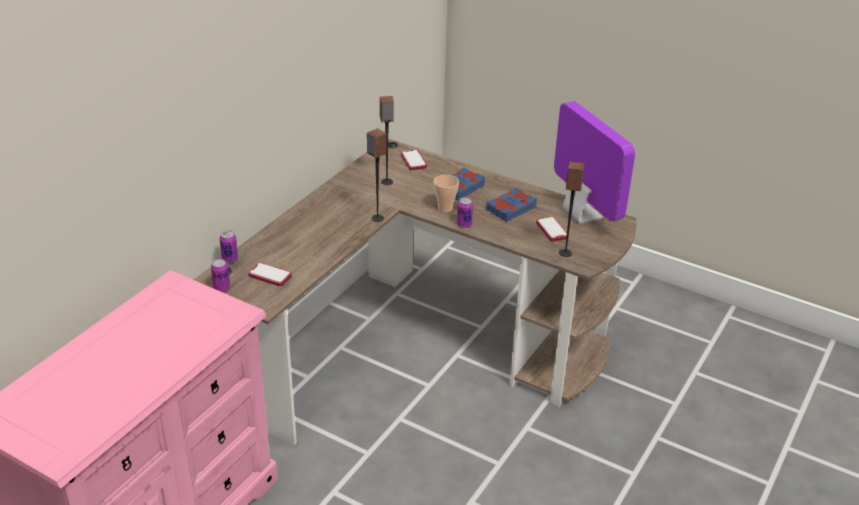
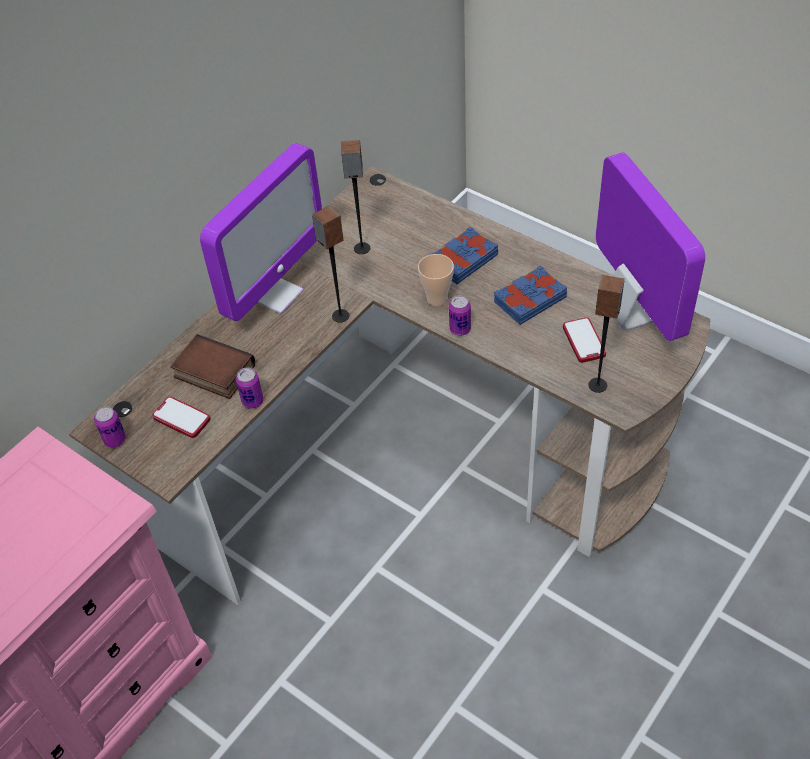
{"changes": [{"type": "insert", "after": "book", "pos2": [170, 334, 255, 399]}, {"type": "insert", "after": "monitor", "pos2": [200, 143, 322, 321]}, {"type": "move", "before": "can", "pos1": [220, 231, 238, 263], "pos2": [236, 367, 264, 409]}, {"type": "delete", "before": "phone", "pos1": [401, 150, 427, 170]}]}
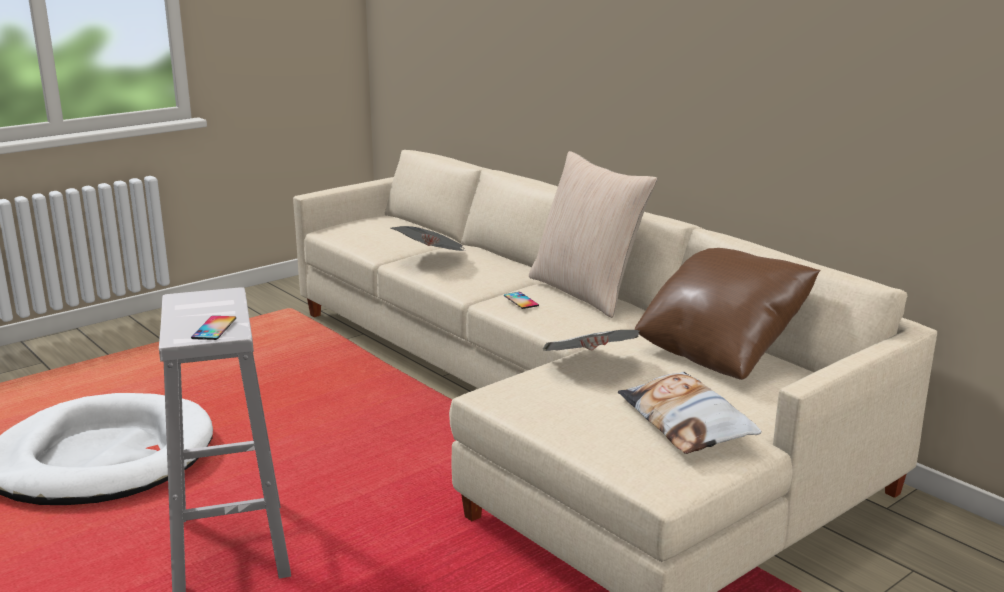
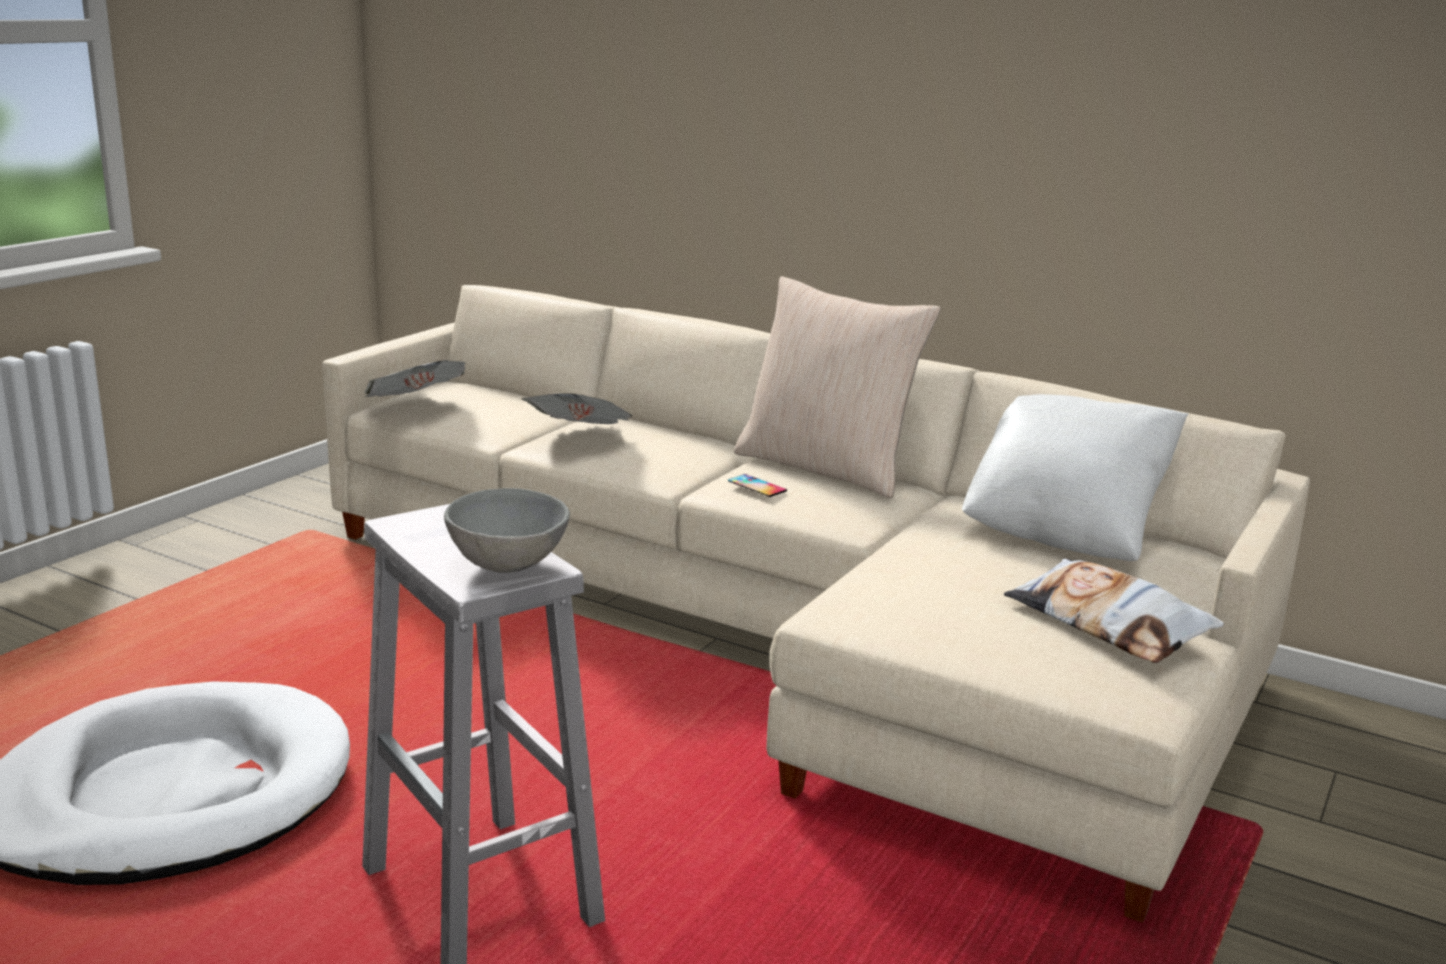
{"changes": [{"type": "move", "before": "newspaper", "pos1": [542, 330, 639, 351], "pos2": [364, 360, 466, 397]}, {"type": "replace", "before": "phone", "after": "bowl in grey", "pos1": [191, 316, 236, 340], "pos2": [444, 488, 570, 573]}, {"type": "recolor", "before": "pillow in brown", "after": "pillow in white", "pos1": [635, 248, 821, 380], "pos2": [962, 394, 1188, 561]}]}
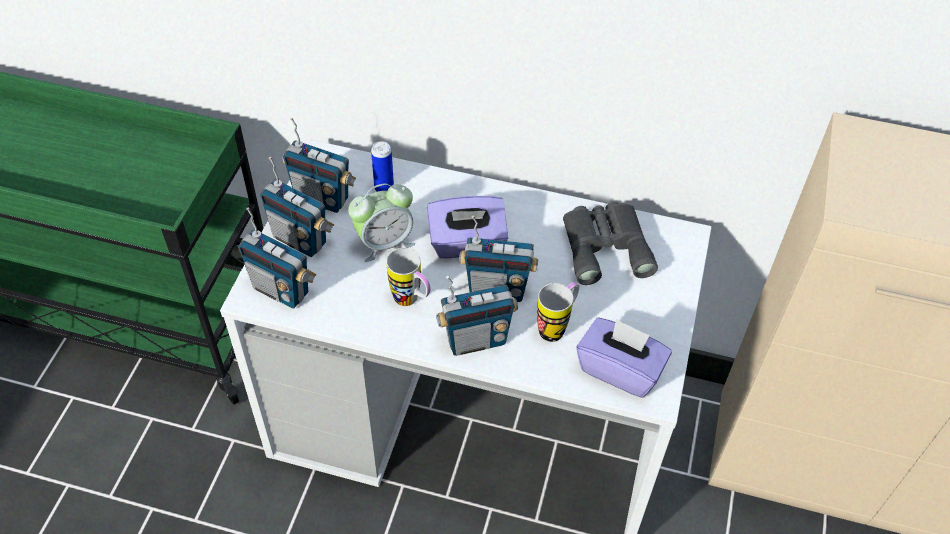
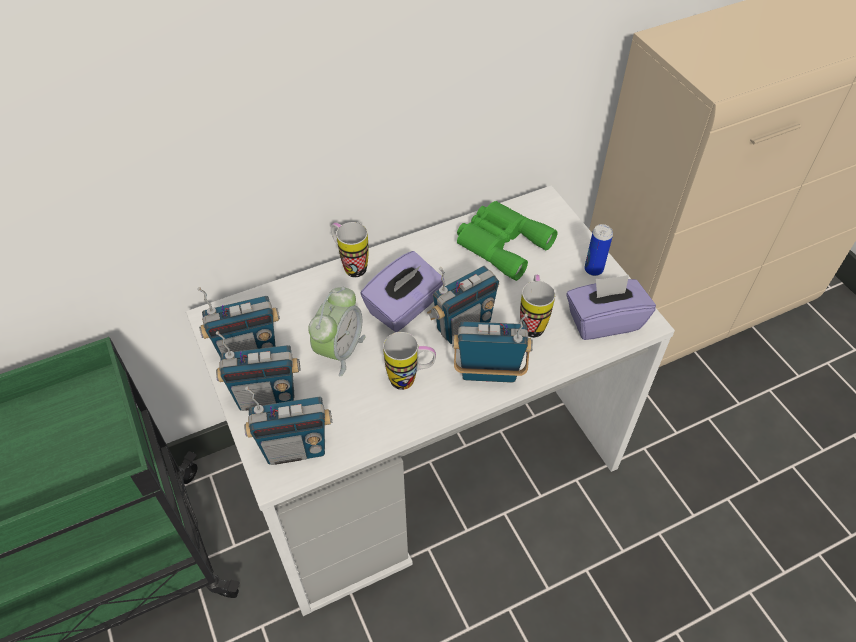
{"changes": [{"type": "insert", "after": "mug", "pos2": [331, 222, 369, 277]}, {"type": "rotate", "before": "radio", "pos1": [436, 276, 518, 356], "pos2": [452, 314, 533, 383], "turn": -120}, {"type": "recolor", "before": "binoculars in grey", "after": "binoculars in green", "pos1": [563, 202, 658, 285], "pos2": [457, 201, 558, 281]}, {"type": "move", "before": "can", "pos1": [371, 141, 394, 192], "pos2": [584, 224, 613, 276]}]}
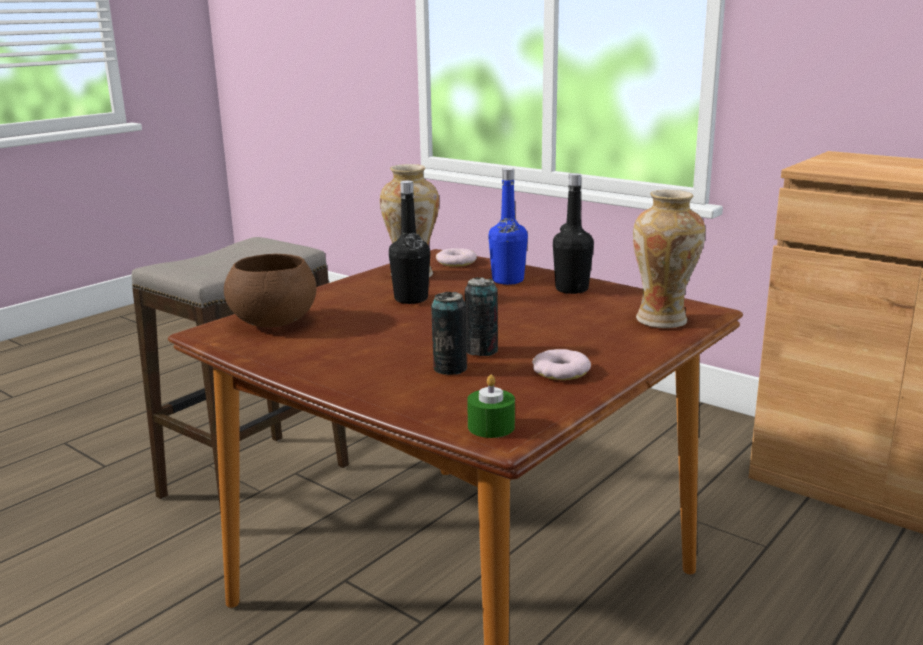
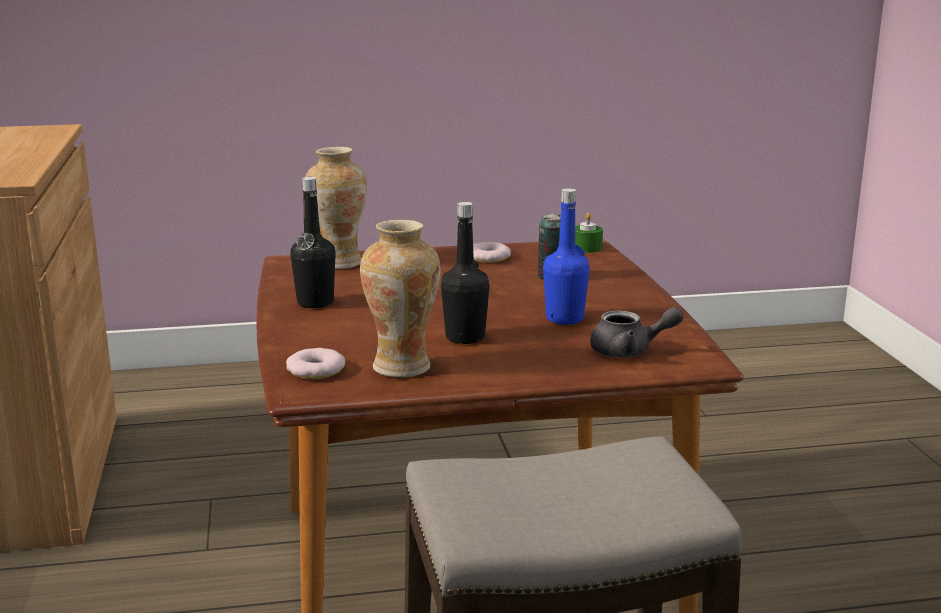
{"changes": [{"type": "move", "before": "bottle in blue", "pos1": [488, 168, 528, 285], "pos2": [543, 188, 590, 325]}, {"type": "replace", "before": "bowl in brown", "after": "teapot in grey", "pos1": [224, 254, 317, 328], "pos2": [590, 307, 683, 357]}, {"type": "delete", "before": "can", "pos1": [465, 277, 498, 356]}]}
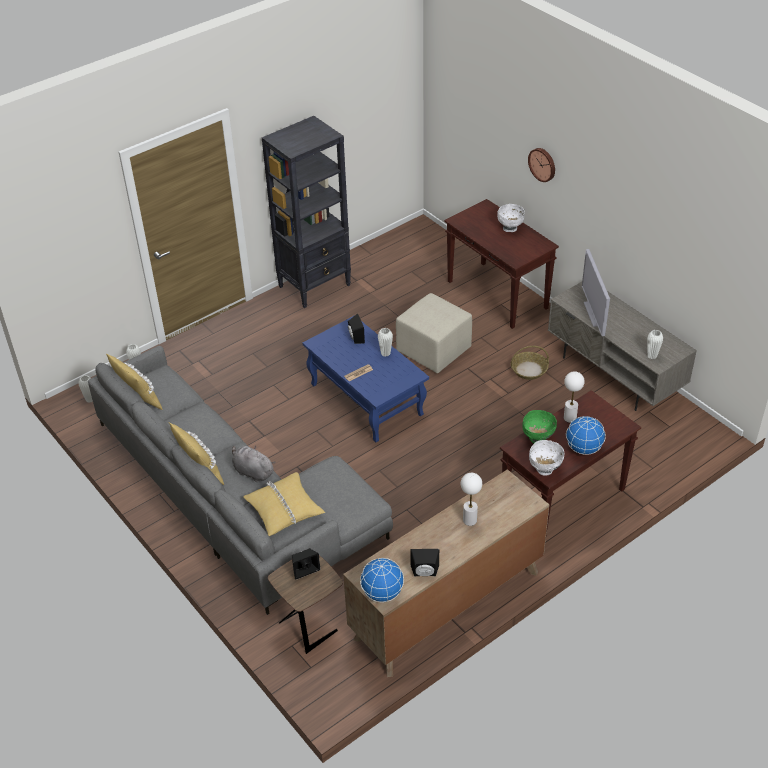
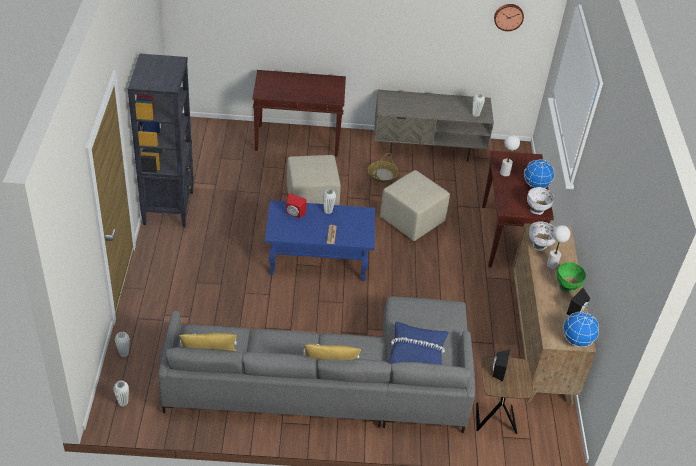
{"changes": [{"type": "recolor", "before": "speaker in black", "after": "speaker in red", "pos1": [348, 314, 365, 344], "pos2": [286, 193, 307, 218]}, {"type": "insert", "after": "ottoman in beige", "pos2": [380, 170, 450, 241]}, {"type": "recolor", "before": "pillow in yellow", "after": "pillow in blue", "pos1": [243, 472, 325, 536], "pos2": [388, 322, 449, 364]}, {"type": "move", "before": "wall clock", "pos1": [528, 148, 555, 182], "pos2": [494, 4, 524, 31]}, {"type": "move", "before": "bowl in white", "pos1": [497, 204, 525, 232], "pos2": [529, 221, 556, 251]}, {"type": "move", "before": "bowl in green", "pos1": [522, 410, 557, 444], "pos2": [556, 262, 586, 293]}, {"type": "delete", "before": "plush toy in grey", "pos1": [232, 446, 275, 482]}, {"type": "delete", "before": "television", "pos1": [582, 249, 610, 336]}]}
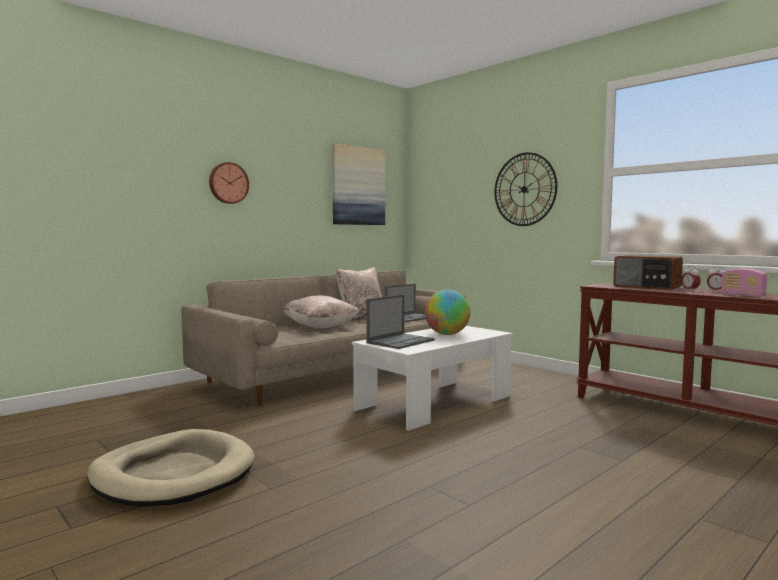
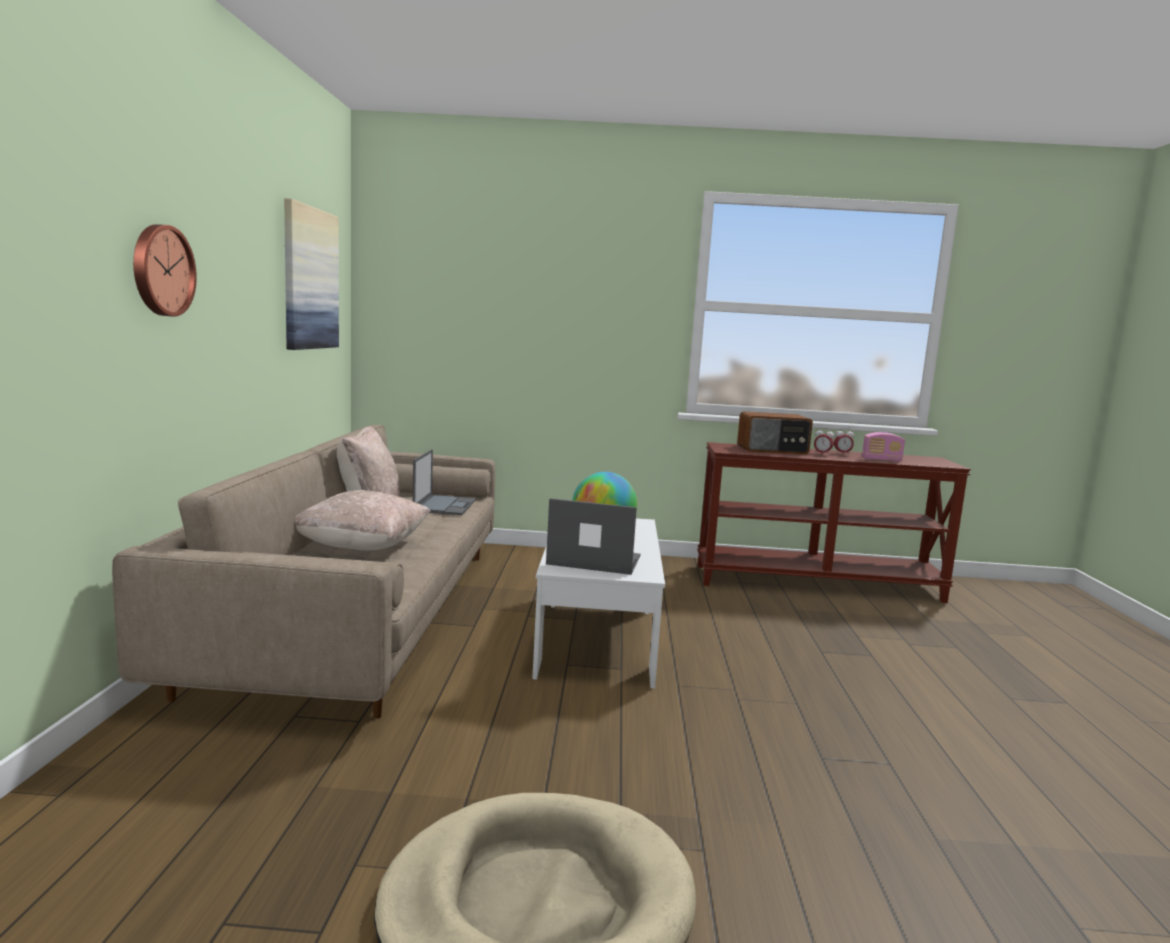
{"changes": [{"type": "rotate", "before": "laptop", "pos1": [366, 295, 435, 349], "pos2": [546, 498, 641, 575], "turn": -75}, {"type": "delete", "before": "wall clock", "pos1": [494, 152, 557, 226]}]}
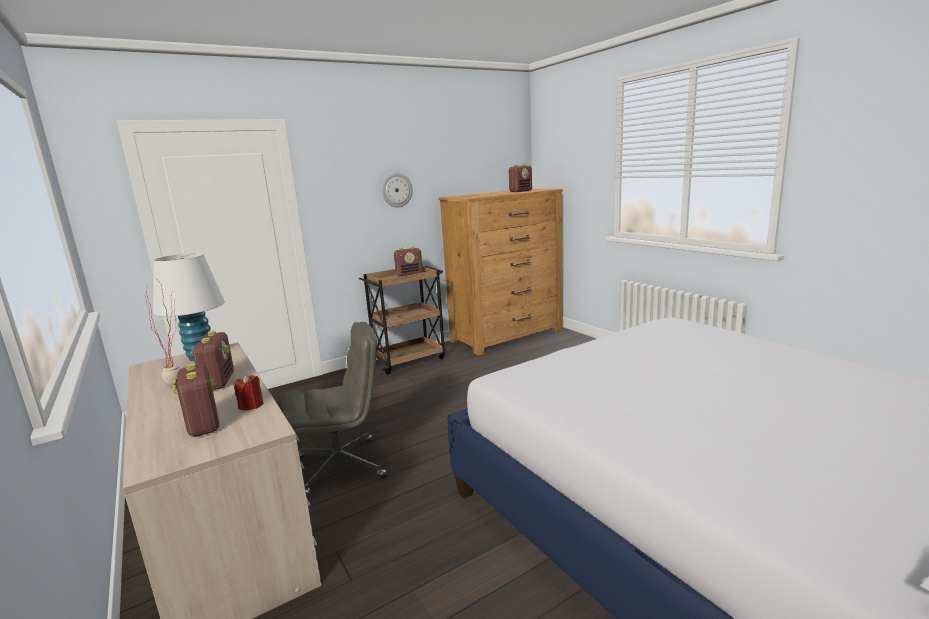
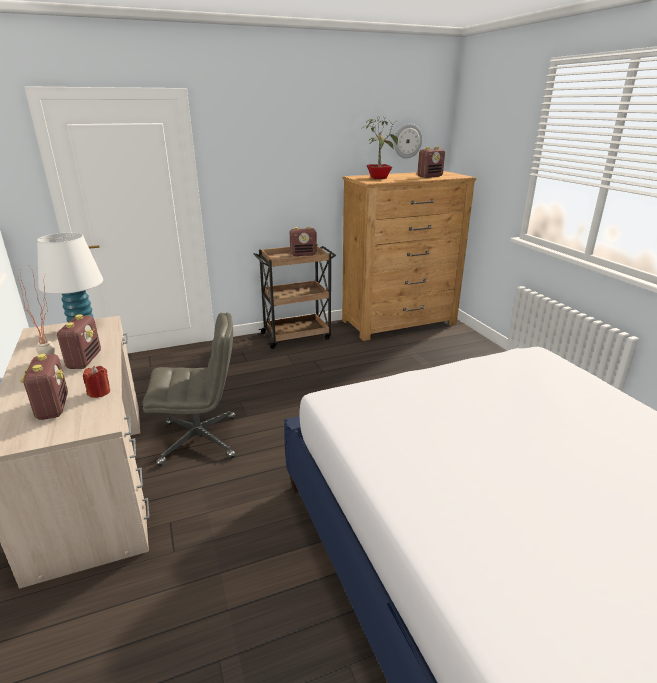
{"changes": [{"type": "insert", "after": "potted plant", "pos2": [362, 117, 398, 179]}, {"type": "move", "before": "wall clock", "pos1": [382, 173, 413, 208], "pos2": [394, 124, 422, 159]}]}
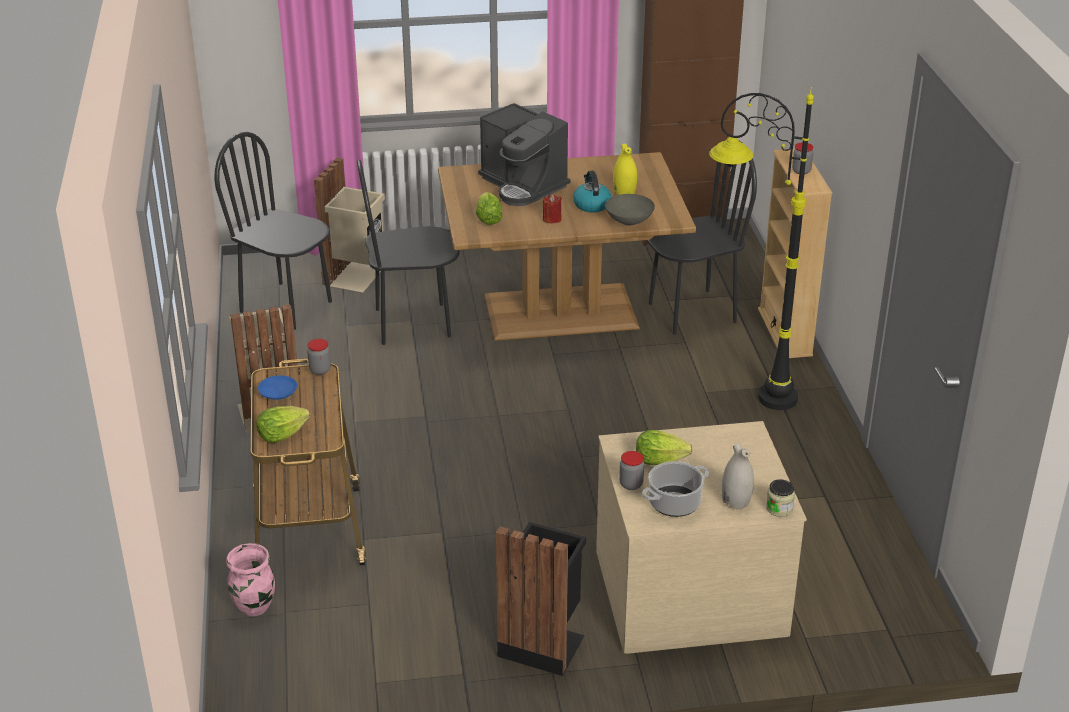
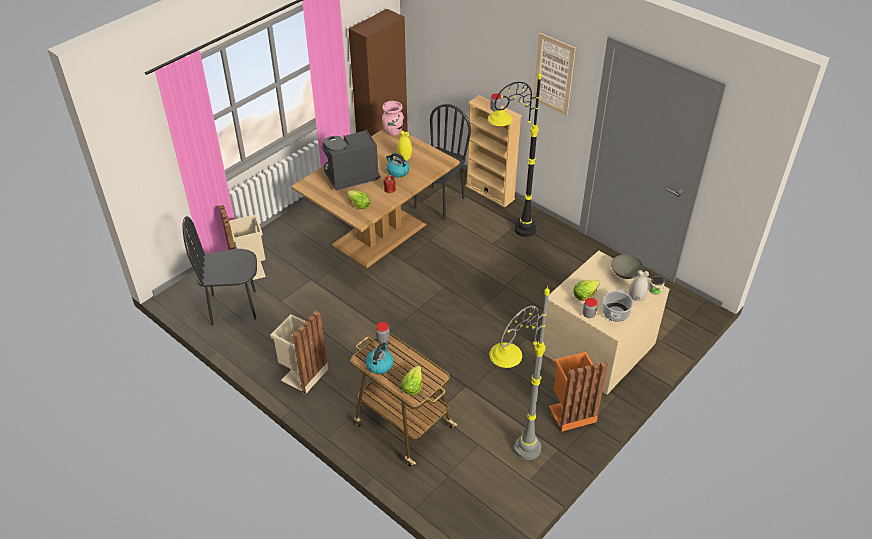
{"changes": [{"type": "rotate", "before": "coffee machine", "pos1": [478, 103, 570, 206], "pos2": [322, 130, 381, 191], "turn": 150}, {"type": "replace", "before": "plate in blue", "after": "kettle", "pos1": [258, 375, 297, 400], "pos2": [365, 342, 394, 374]}, {"type": "move", "before": "vase in pink", "pos1": [226, 543, 275, 616], "pos2": [382, 101, 404, 136]}, {"type": "insert", "after": "floor lamp in grey", "pos2": [489, 285, 550, 460]}, {"type": "insert", "after": "picture", "pos2": [533, 33, 576, 116]}, {"type": "recolor", "before": "trash can in black", "after": "trash can in orange", "pos1": [496, 522, 586, 676], "pos2": [549, 352, 608, 431]}, {"type": "move", "before": "bowl in grey", "pos1": [605, 194, 655, 226], "pos2": [611, 255, 644, 279]}, {"type": "delete", "before": "chair in black", "pos1": [357, 159, 459, 345]}]}
